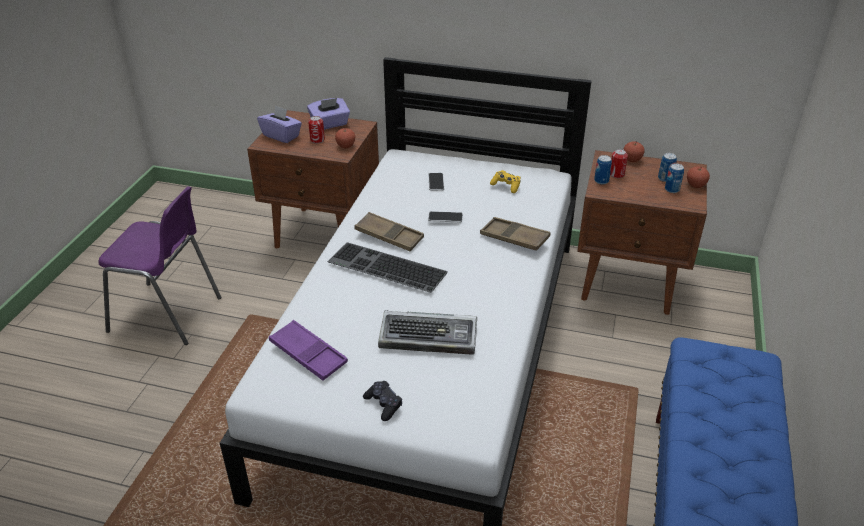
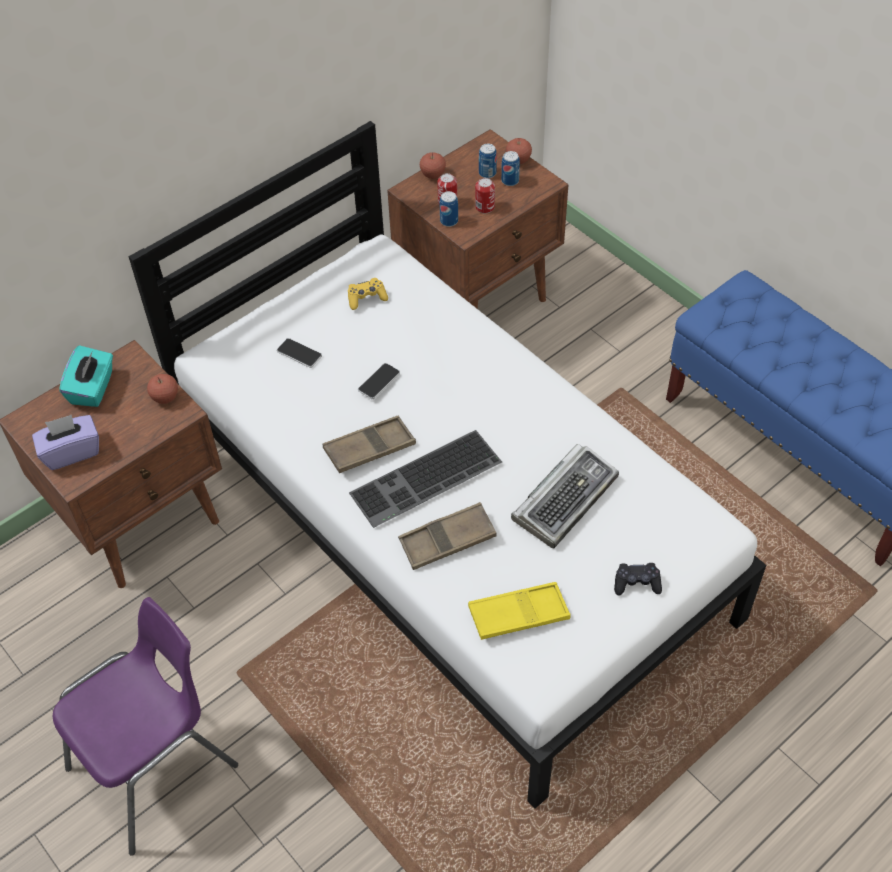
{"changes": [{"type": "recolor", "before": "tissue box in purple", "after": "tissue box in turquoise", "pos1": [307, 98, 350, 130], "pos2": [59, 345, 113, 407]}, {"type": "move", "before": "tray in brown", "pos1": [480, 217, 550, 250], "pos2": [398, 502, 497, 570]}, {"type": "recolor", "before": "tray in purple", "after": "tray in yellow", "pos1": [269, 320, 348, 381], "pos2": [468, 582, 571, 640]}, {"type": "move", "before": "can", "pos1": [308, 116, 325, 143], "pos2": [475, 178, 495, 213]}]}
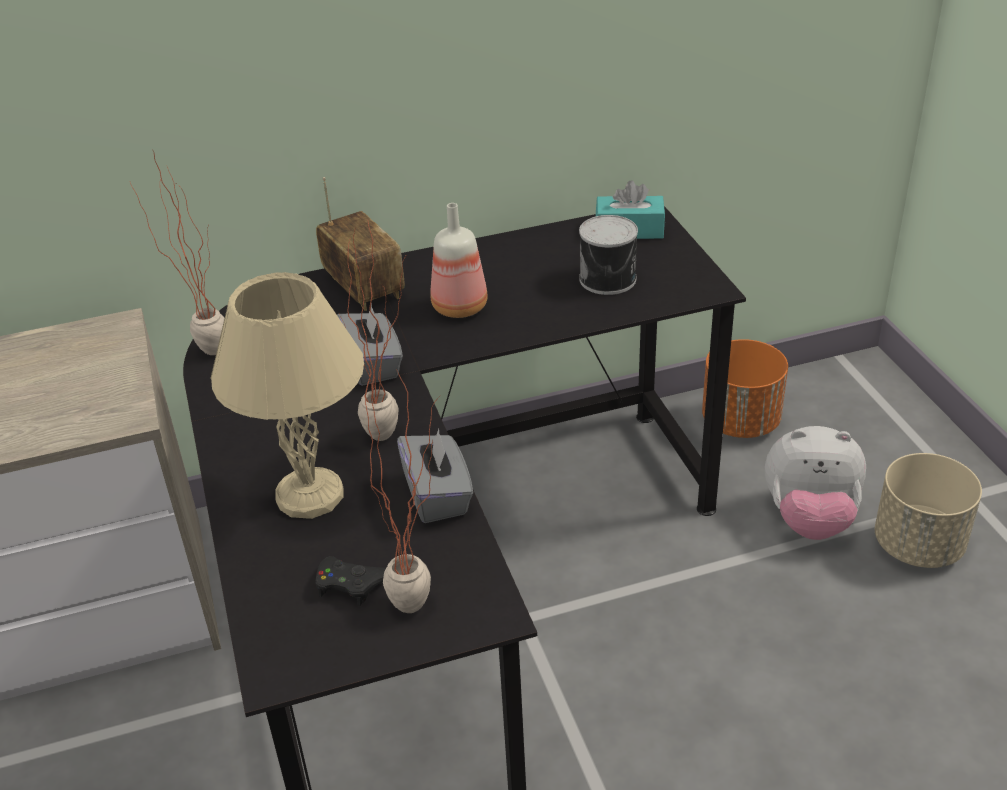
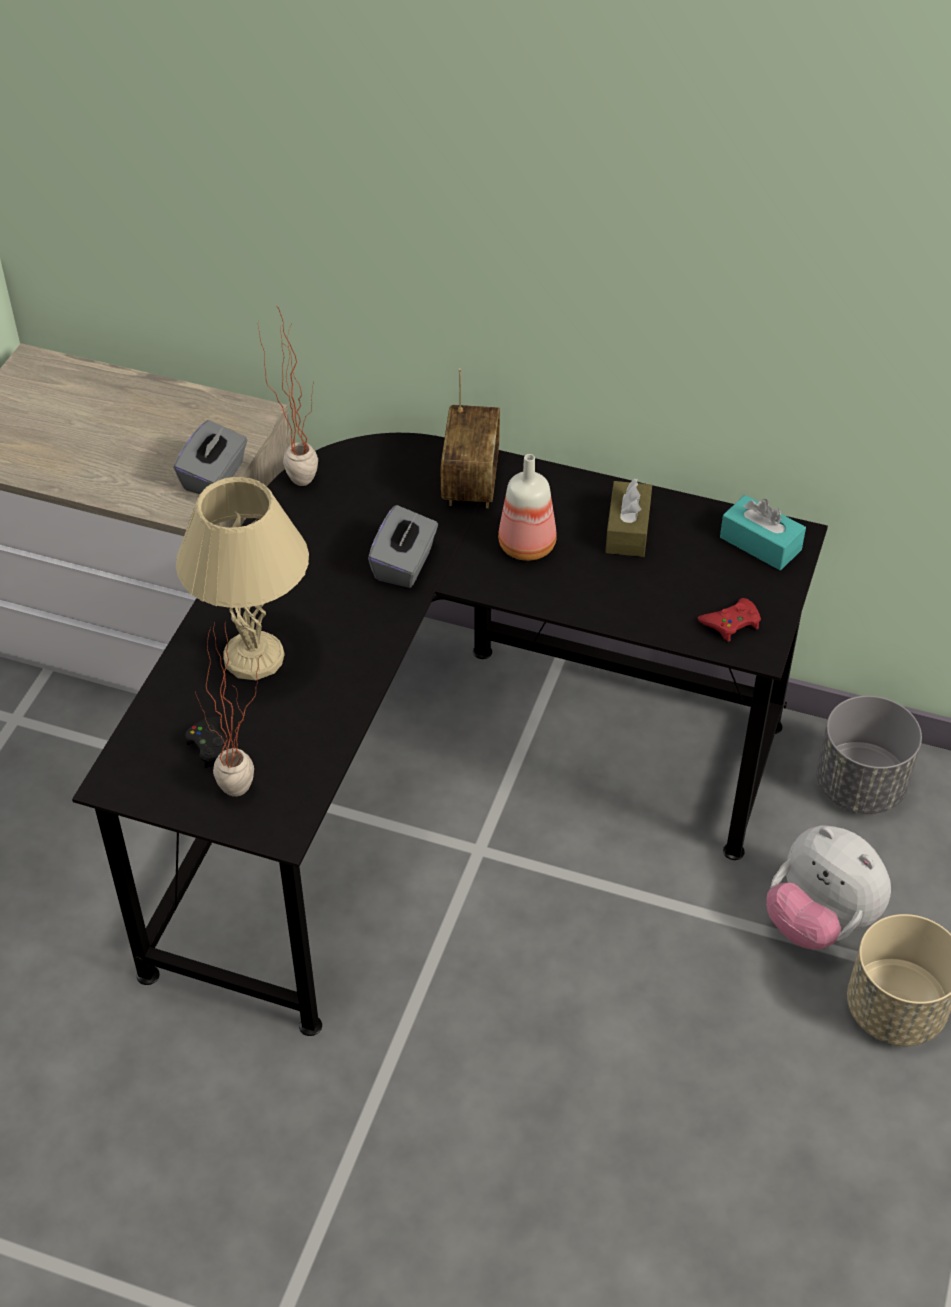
{"changes": [{"type": "move", "before": "tissue box in grey", "pos1": [397, 429, 473, 523], "pos2": [174, 420, 247, 494]}, {"type": "insert", "after": "tissue box in brown", "pos2": [605, 479, 652, 557]}, {"type": "insert", "after": "game controller in red", "pos2": [698, 598, 761, 642]}, {"type": "recolor", "before": "planter in orange", "after": "planter in grey", "pos1": [702, 339, 788, 438], "pos2": [816, 696, 922, 814]}, {"type": "delete", "before": "potted plant", "pos1": [339, 222, 407, 441]}, {"type": "delete", "before": "can", "pos1": [579, 215, 638, 295]}]}
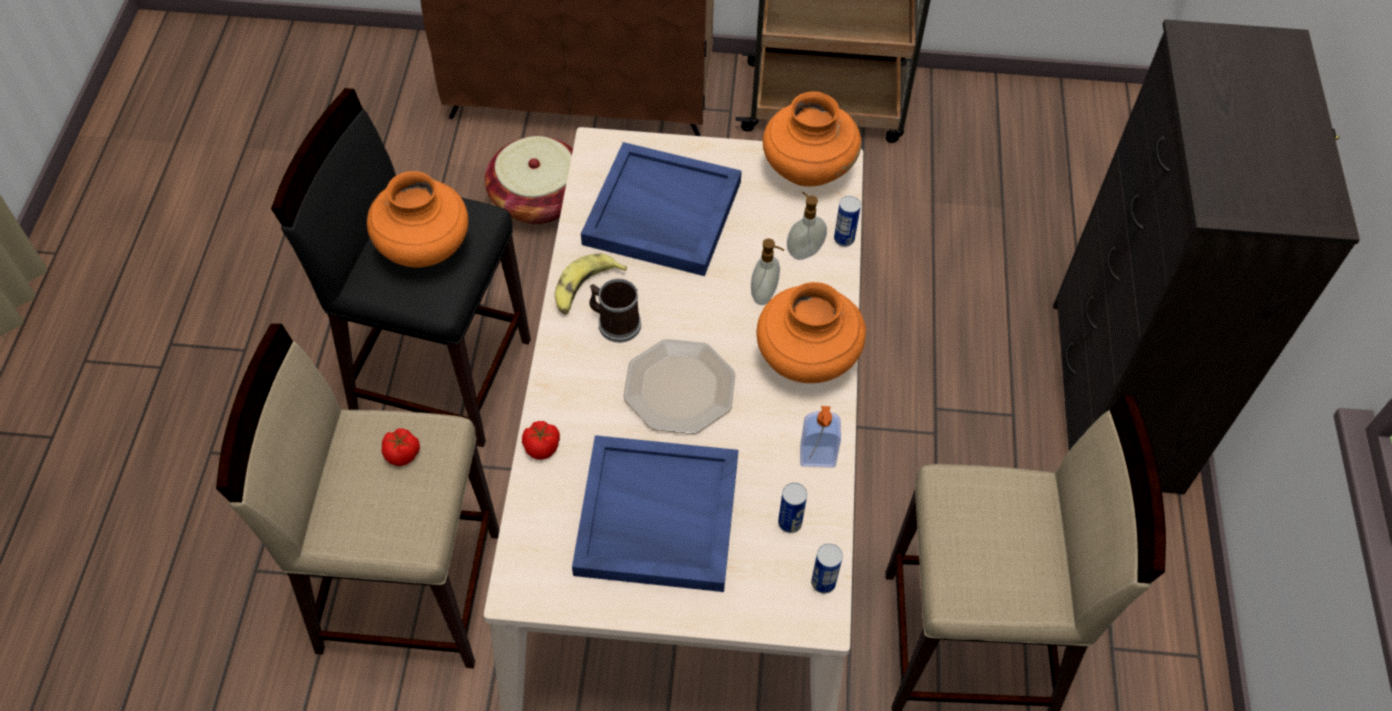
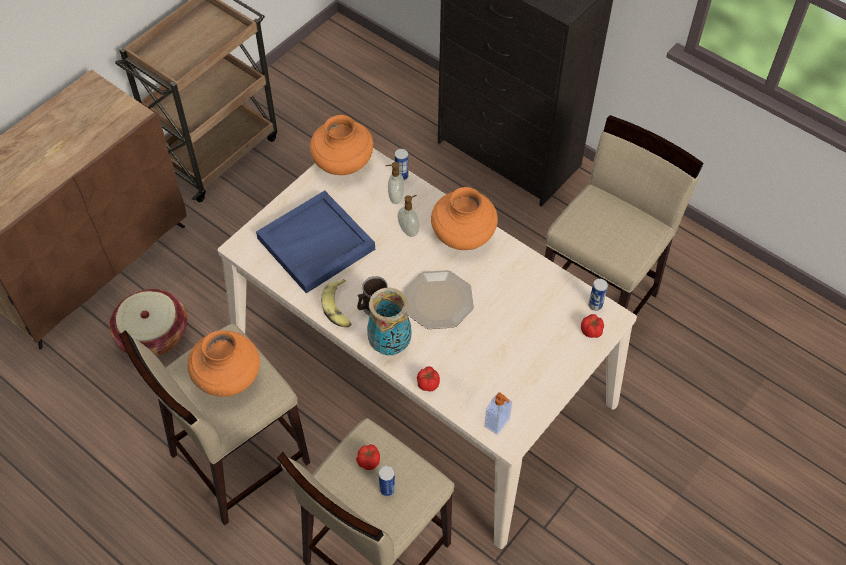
{"changes": [{"type": "recolor", "before": "stool in black", "after": "stool in beige", "pos1": [271, 88, 531, 447], "pos2": [119, 323, 310, 526]}, {"type": "insert", "after": "vase", "pos2": [367, 288, 411, 355]}, {"type": "move", "before": "can", "pos1": [778, 483, 807, 533], "pos2": [379, 466, 395, 496]}, {"type": "move", "before": "soap dispenser", "pos1": [800, 406, 841, 468], "pos2": [484, 392, 512, 435]}, {"type": "insert", "after": "tomato", "pos2": [581, 314, 604, 338]}, {"type": "delete", "before": "tray in blue", "pos1": [572, 435, 738, 592]}]}
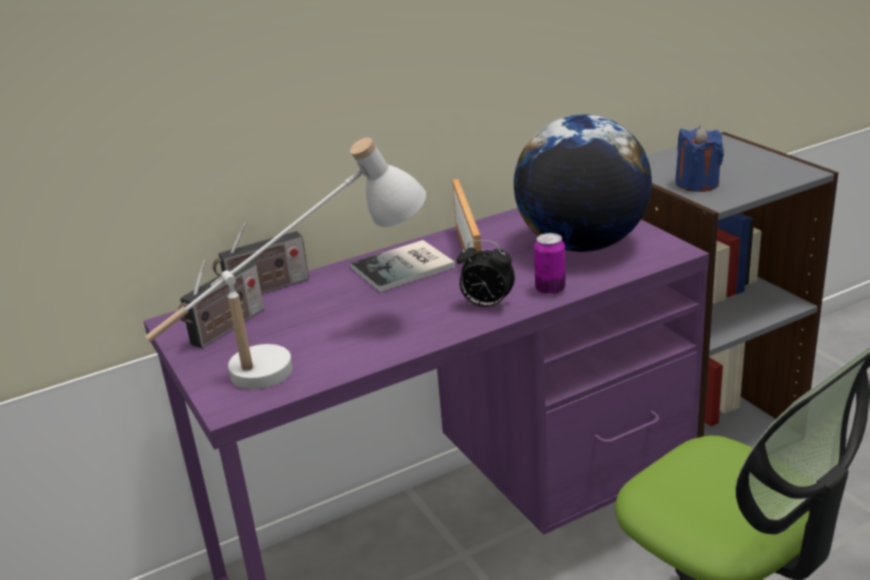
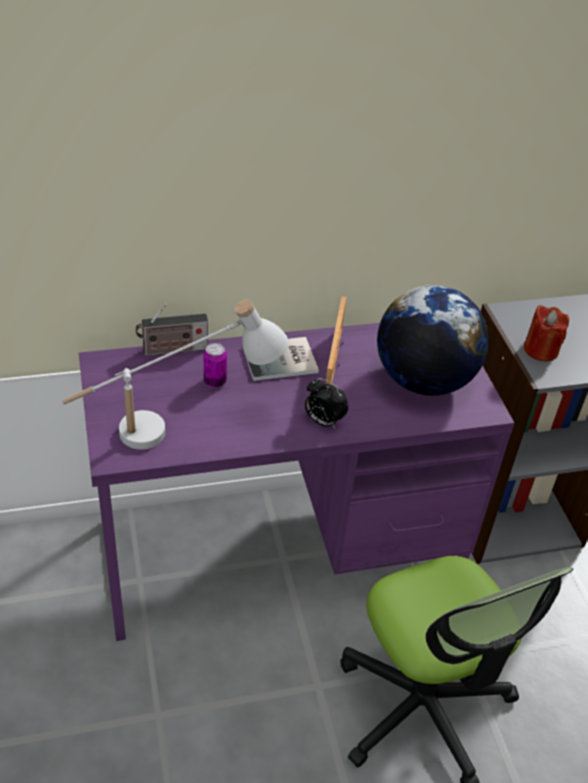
{"changes": [{"type": "move", "before": "can", "pos1": [534, 233, 566, 295], "pos2": [204, 343, 227, 388]}, {"type": "recolor", "before": "candle in blue", "after": "candle in red", "pos1": [675, 126, 724, 192], "pos2": [524, 305, 569, 361]}, {"type": "delete", "before": "radio", "pos1": [178, 259, 264, 348]}]}
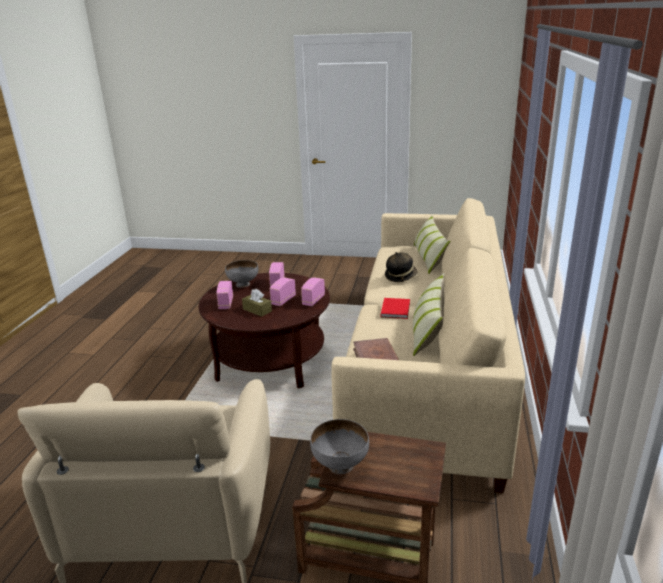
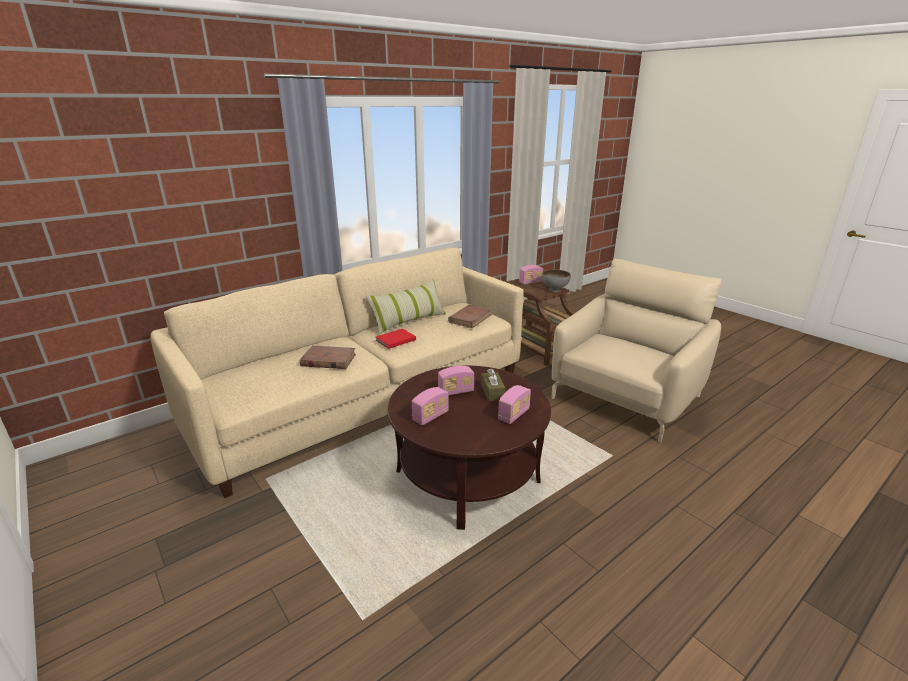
{"changes": [{"type": "replace", "before": "hat", "after": "book in brown", "pos1": [385, 252, 417, 282], "pos2": [300, 346, 356, 369]}, {"type": "move", "before": "radio", "pos1": [301, 277, 325, 306], "pos2": [519, 265, 543, 284]}, {"type": "delete", "before": "bowl in grey", "pos1": [225, 260, 258, 288]}, {"type": "delete", "before": "pillow", "pos1": [413, 215, 451, 274]}]}
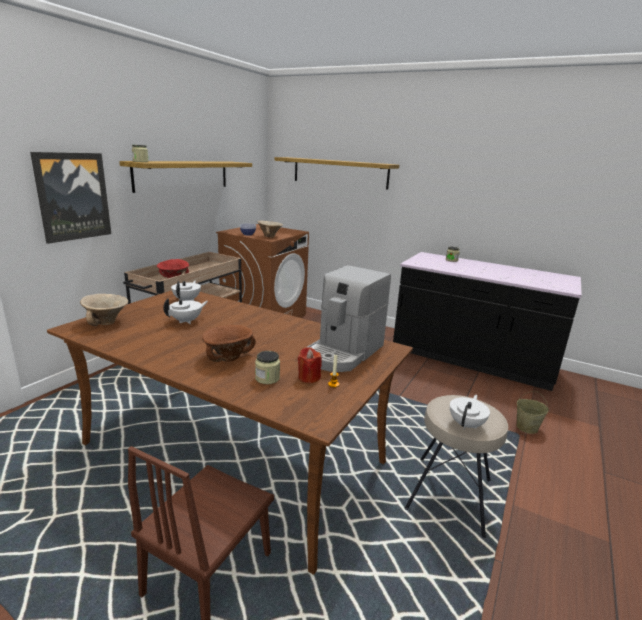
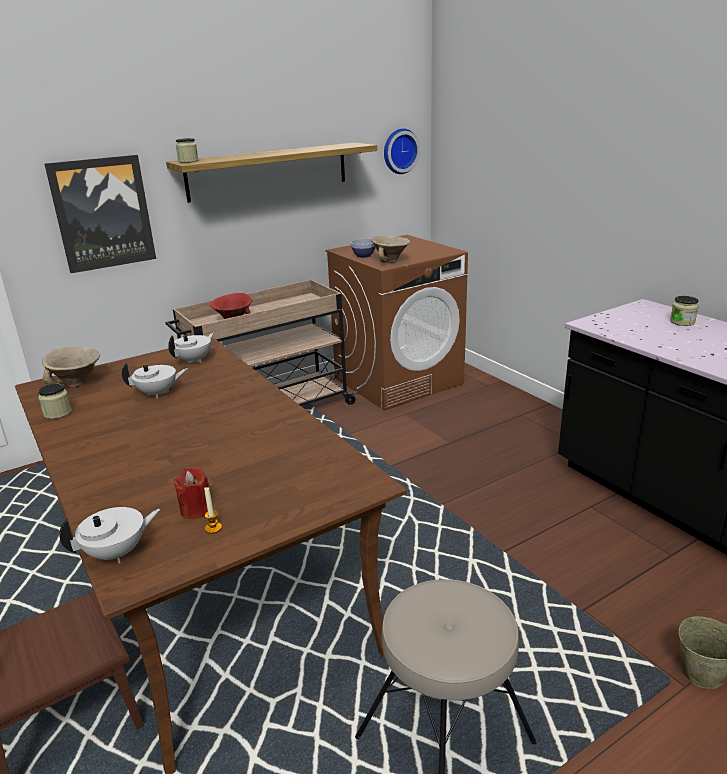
{"changes": [{"type": "move", "before": "jar", "pos1": [255, 351, 280, 384], "pos2": [38, 383, 72, 419]}, {"type": "move", "before": "teapot in white", "pos1": [450, 395, 490, 430], "pos2": [59, 507, 160, 563]}, {"type": "insert", "after": "wall clock", "pos2": [384, 128, 420, 174]}, {"type": "delete", "before": "bowl in brown", "pos1": [202, 325, 256, 362]}, {"type": "delete", "before": "shelf", "pos1": [274, 157, 399, 190]}, {"type": "delete", "before": "coffee machine", "pos1": [308, 265, 391, 372]}]}
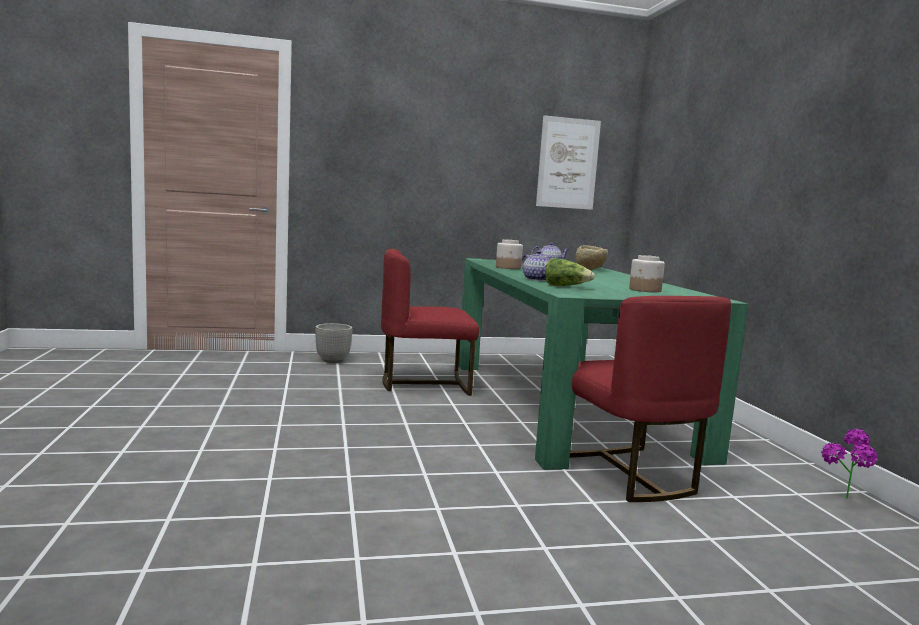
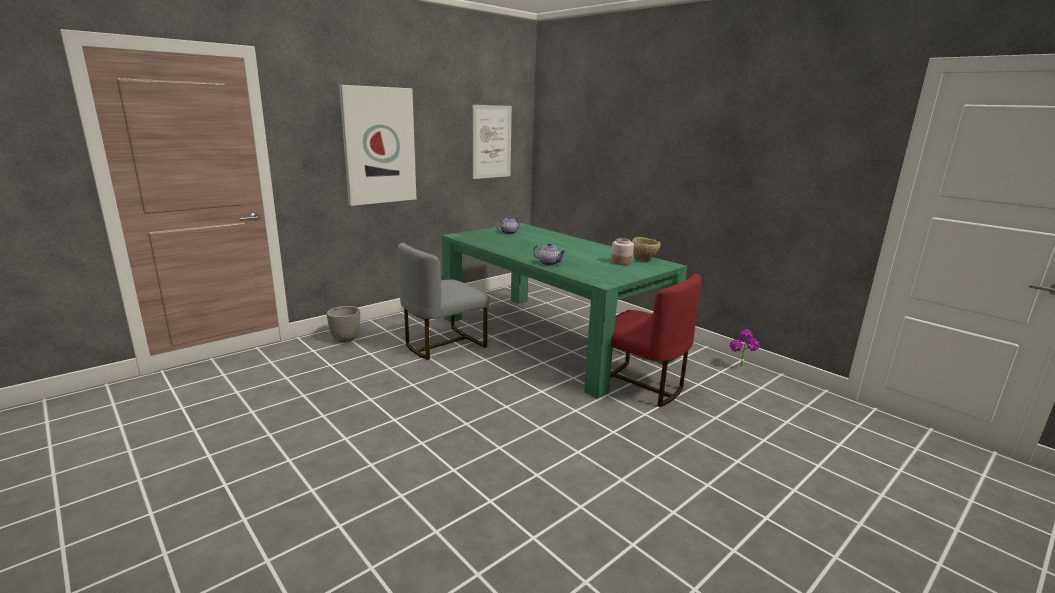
{"changes": [{"type": "insert", "after": "picture", "pos2": [339, 85, 416, 206]}, {"type": "recolor", "before": "chair in red", "after": "chair in grey", "pos1": [381, 249, 479, 396], "pos2": [398, 243, 490, 360]}, {"type": "move", "before": "bowl in beige", "pos1": [576, 245, 608, 270], "pos2": [631, 237, 661, 260]}, {"type": "delete", "before": "jar", "pos1": [496, 239, 523, 269]}, {"type": "delete", "before": "lettuce", "pos1": [545, 258, 595, 286]}]}
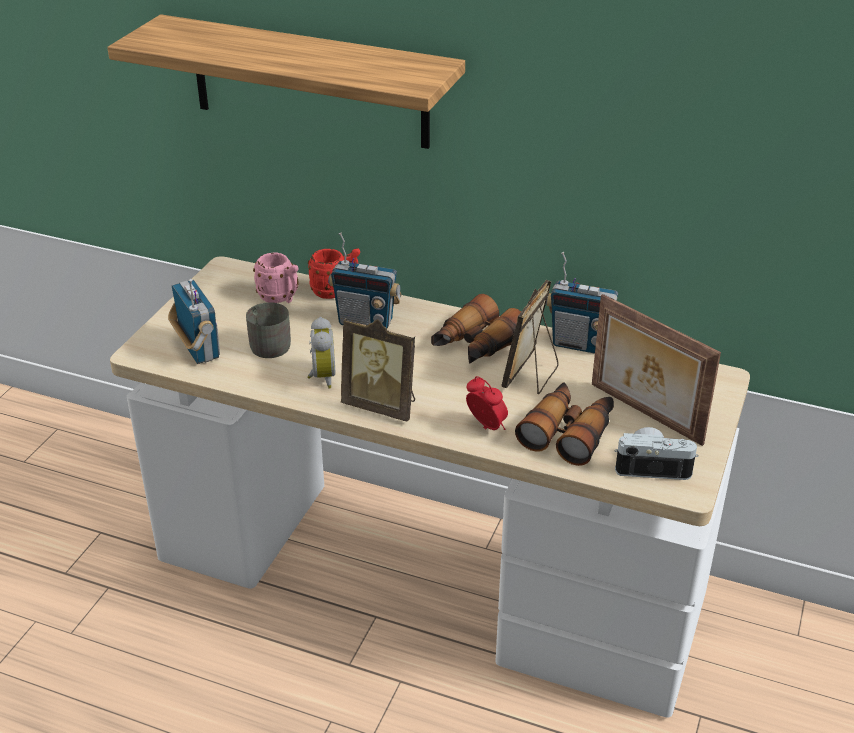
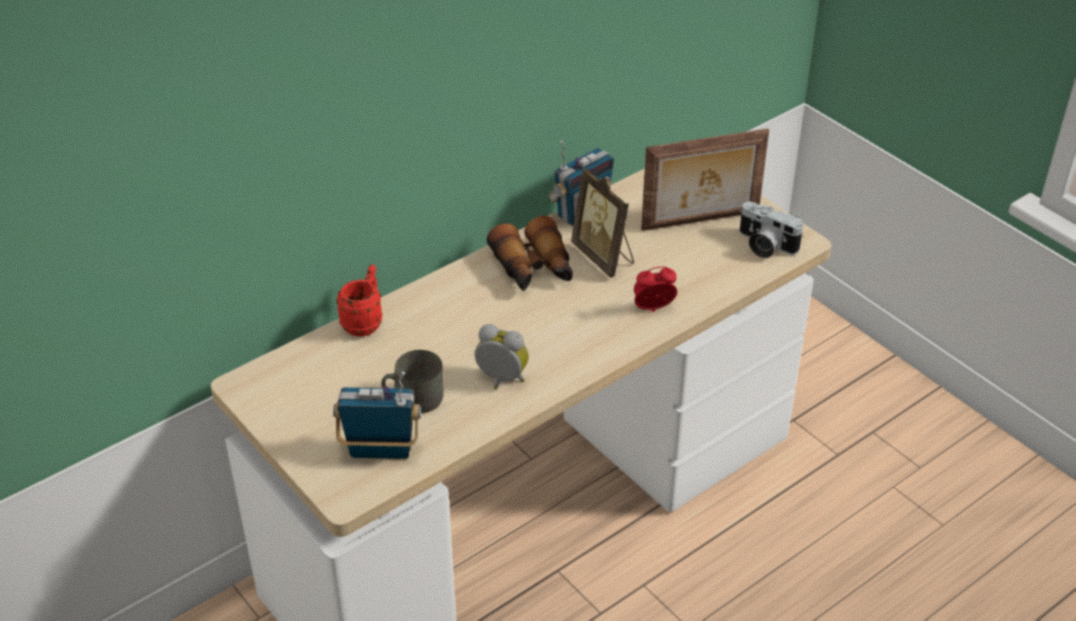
{"changes": [{"type": "rotate", "before": "photo camera", "pos1": [615, 427, 699, 480], "pos2": [740, 201, 803, 258], "turn": -90}, {"type": "delete", "before": "shelf", "pos1": [107, 14, 465, 149]}, {"type": "delete", "before": "mug in pink", "pos1": [253, 252, 299, 303]}, {"type": "delete", "before": "radio", "pos1": [328, 232, 402, 328]}, {"type": "delete", "before": "picture frame", "pos1": [341, 318, 415, 422]}, {"type": "delete", "before": "binoculars", "pos1": [515, 382, 614, 466]}]}
